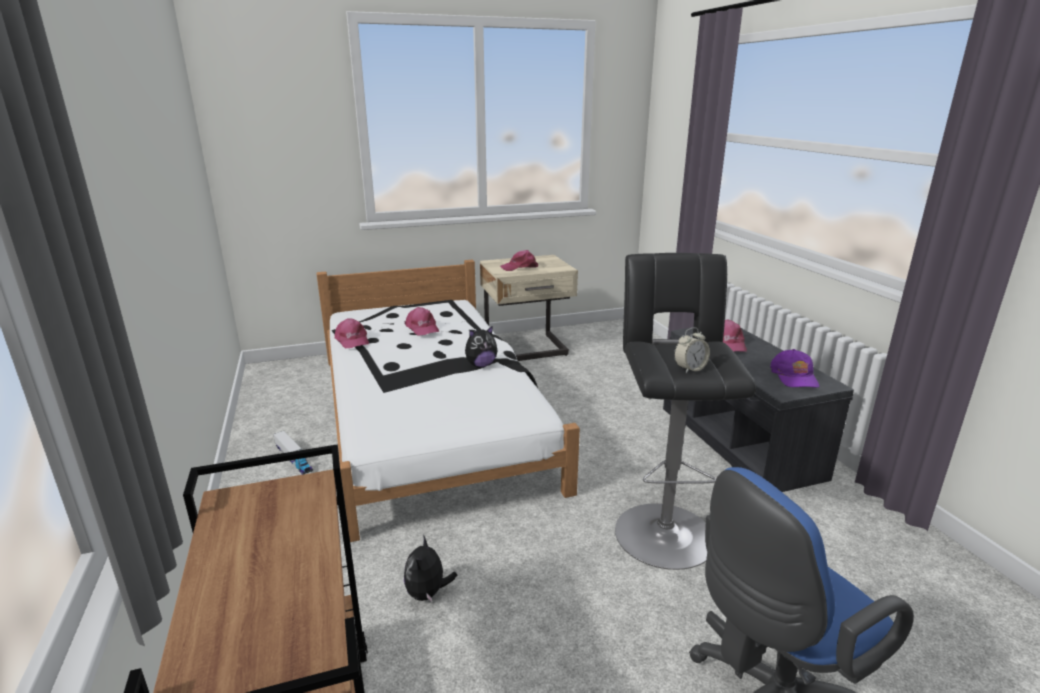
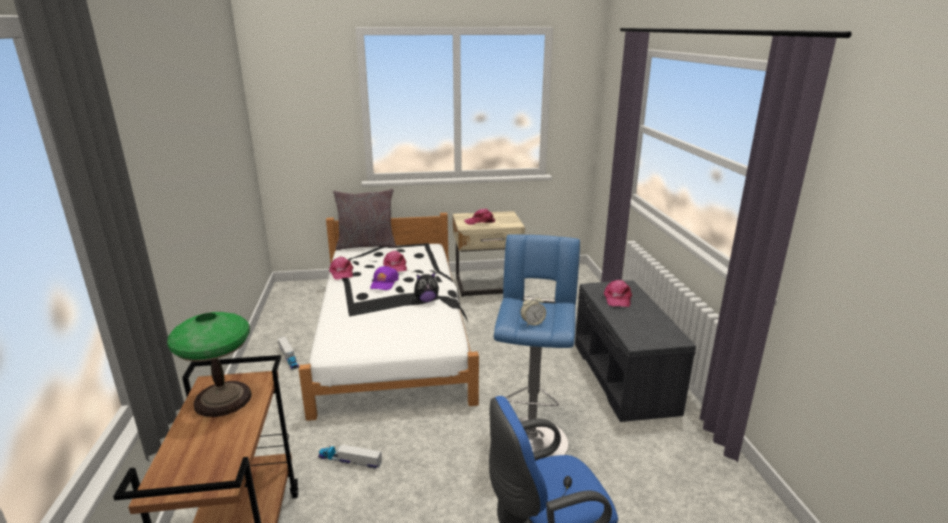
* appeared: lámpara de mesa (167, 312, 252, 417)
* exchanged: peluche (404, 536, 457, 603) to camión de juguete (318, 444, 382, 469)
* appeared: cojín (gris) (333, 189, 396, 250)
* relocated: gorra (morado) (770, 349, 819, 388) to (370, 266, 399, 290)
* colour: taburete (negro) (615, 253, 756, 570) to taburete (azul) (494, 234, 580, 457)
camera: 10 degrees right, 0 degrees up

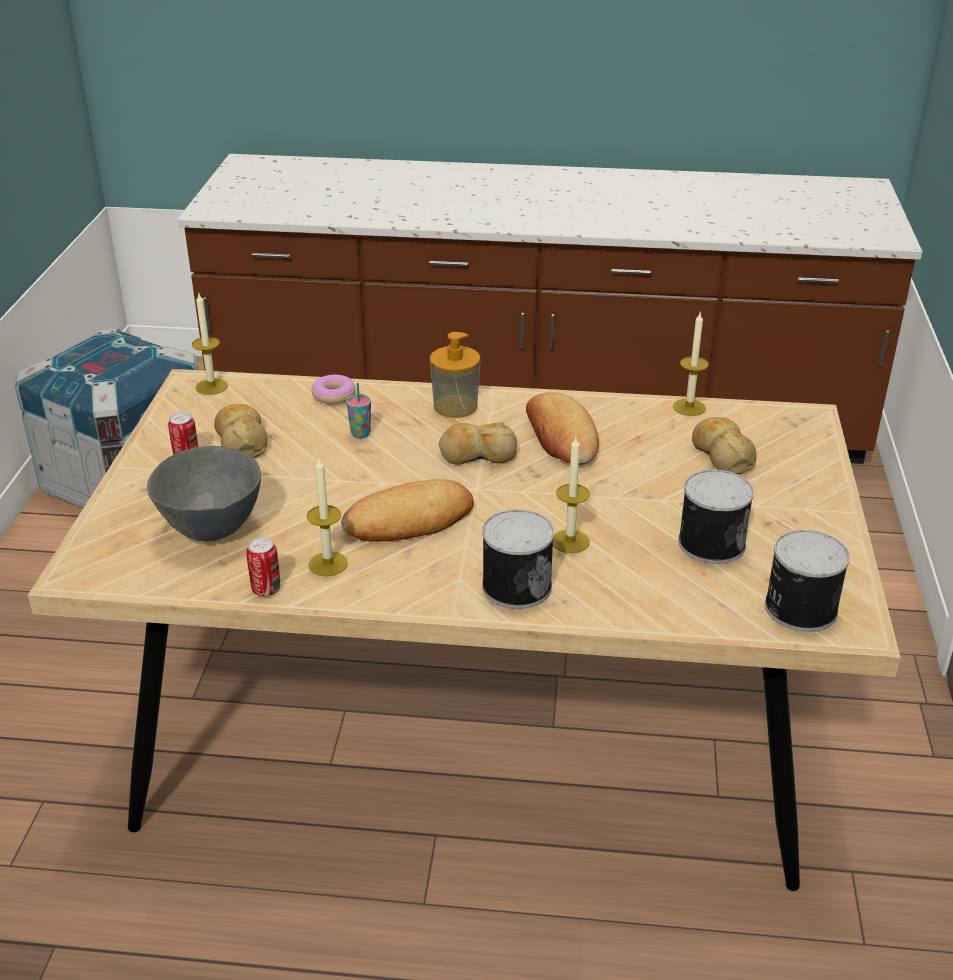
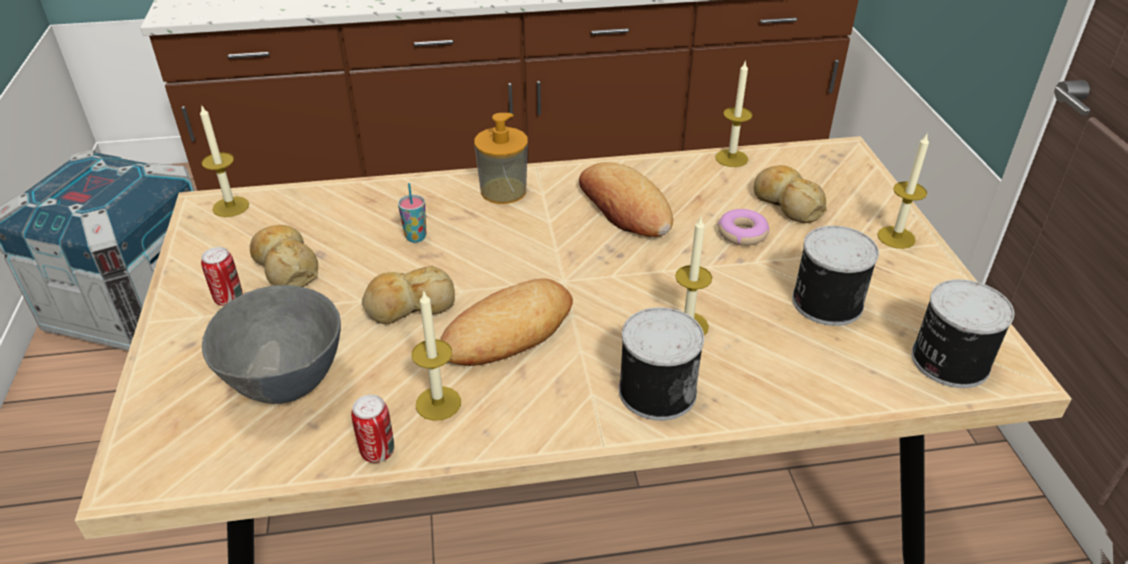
* relocated: pan (438, 422, 517, 465) to (362, 266, 455, 324)
* relocated: rosquilla (311, 374, 356, 404) to (718, 209, 769, 246)
* appeared: vela (877, 134, 929, 249)
camera: 15 degrees left, 5 degrees up

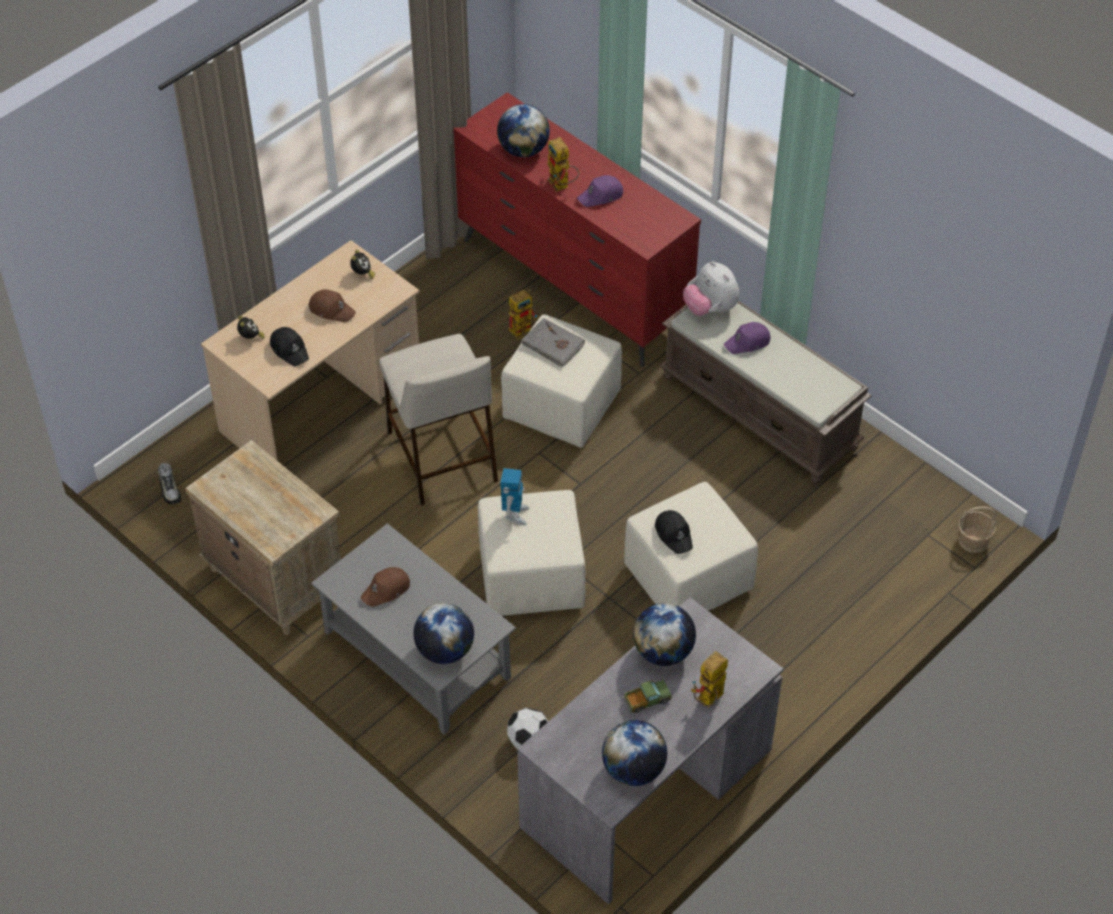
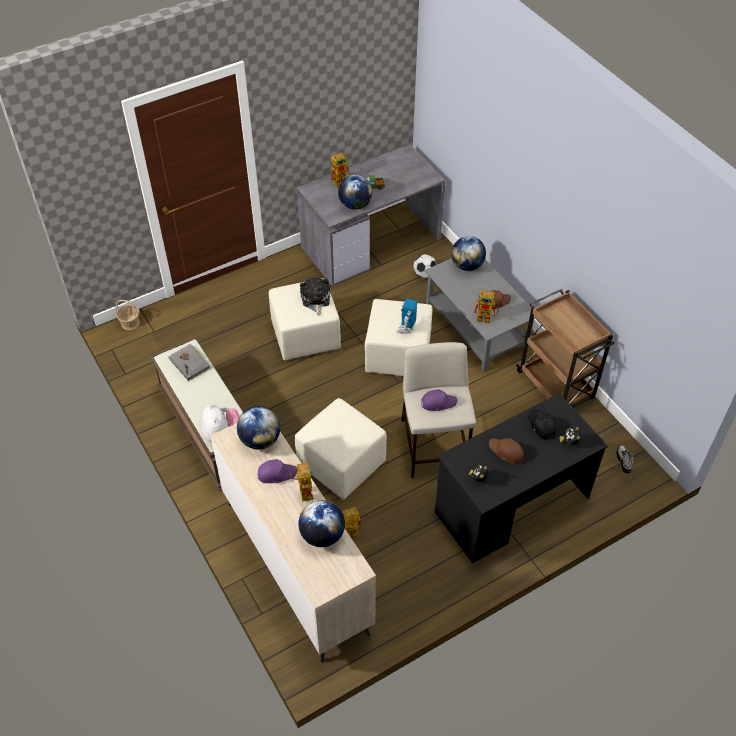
* relocated: libro (gris) (521, 318, 585, 367) to (169, 344, 210, 381)
* colour: cómoda (rojo) (453, 92, 701, 367) to cómoda (beis) (210, 423, 376, 663)
* relocated: globo terráqueo (602, 720, 667, 786) to (237, 406, 280, 450)
* exchanged: gorra (negro) (655, 510, 693, 554) to peluche (300, 278, 330, 315)
* relocated: gorra (morado) (724, 322, 770, 354) to (421, 389, 458, 411)
* colour: escritorio (beis) (201, 240, 420, 461) to escritorio (negro) (435, 393, 608, 563)
* appeared: robot de juguete (473, 290, 499, 323)
* exchanged: mesita de noche (beis) (185, 440, 341, 635) to carrito (marrón) (516, 289, 615, 407)
camera: 165 degrees left, 0 degrees up

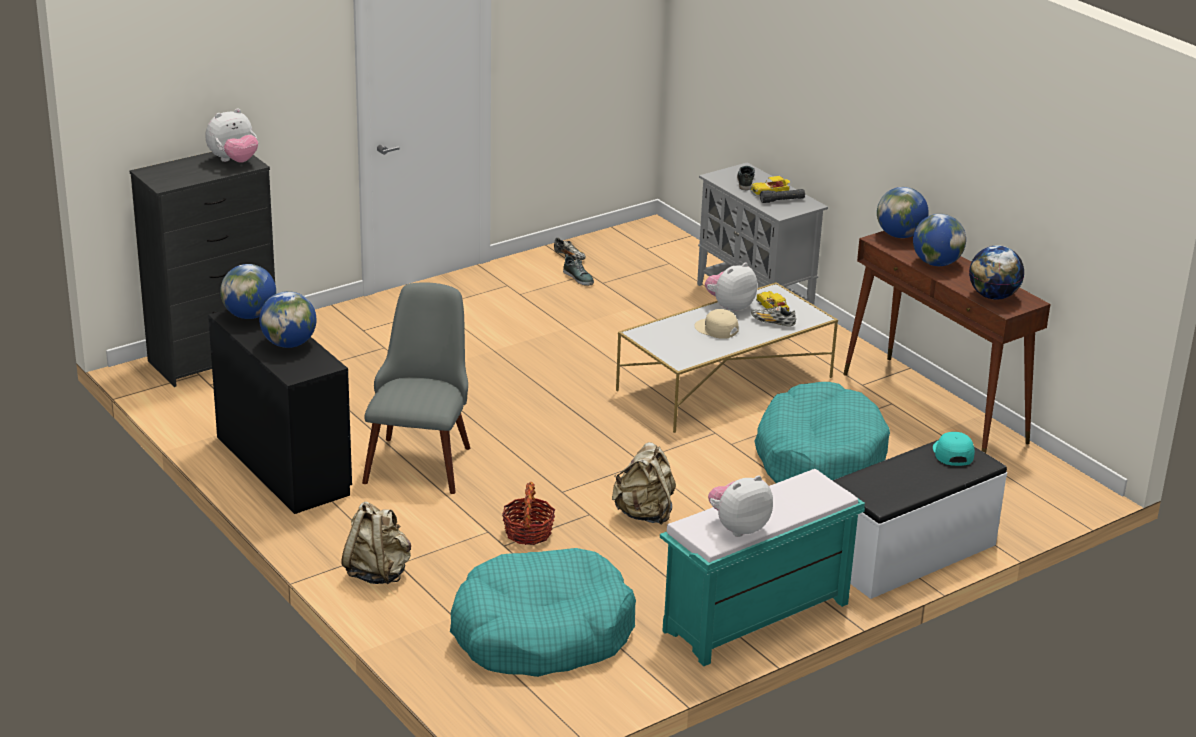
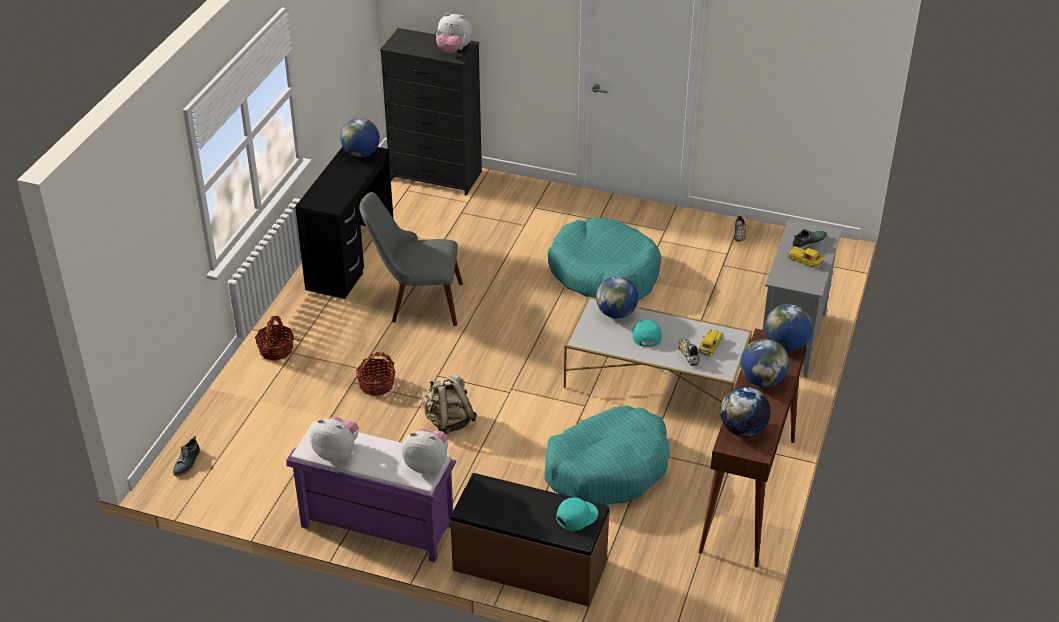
* relocated: zapato (563, 254, 594, 286) to (173, 436, 200, 477)
* exchanged: mochila (beis) (341, 501, 411, 584) to cesta (255, 316, 294, 361)
* colour: banco (turquesa) (660, 469, 865, 666) to banco (morado) (286, 421, 456, 562)
* spun: silla (gris) (362, 282, 470, 494) = (359, 192, 463, 326) 150 degrees counterclockwise
* relocated: peluche (705, 263, 757, 313) to (401, 428, 448, 474)
* colour: banco (blanco) (832, 440, 1007, 599) to banco (marrón) (450, 473, 610, 607)
* relocated: cama para perro (turquesa) (450, 548, 636, 677) to (548, 217, 661, 300)
* relocated: globo terráqueo (259, 291, 316, 348) to (596, 276, 638, 319)
* colour: gorra (beis) (694, 309, 739, 339) to gorra (turquesa) (632, 320, 662, 347)
* missing: linterna (negro) (760, 189, 805, 203)
camera: 55 degrees right, 10 degrees up

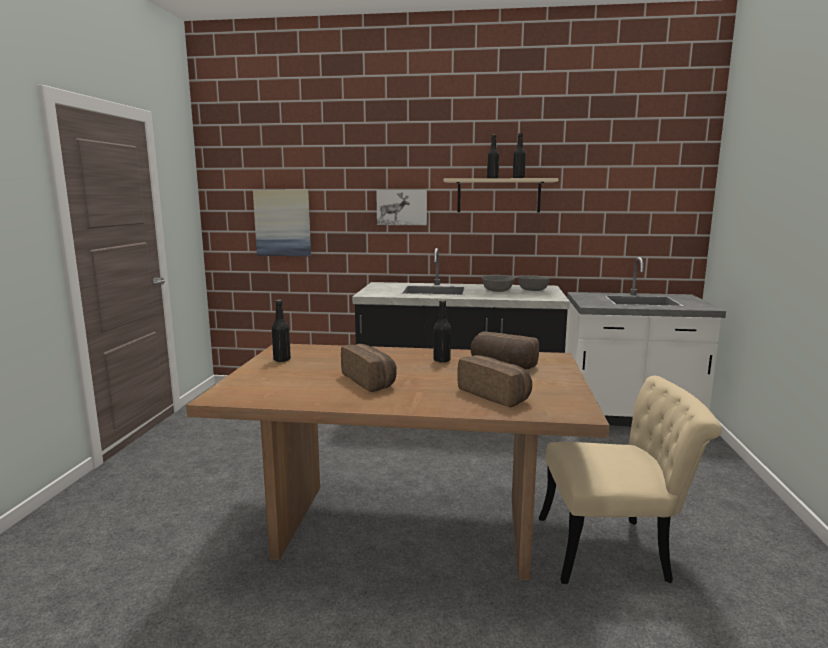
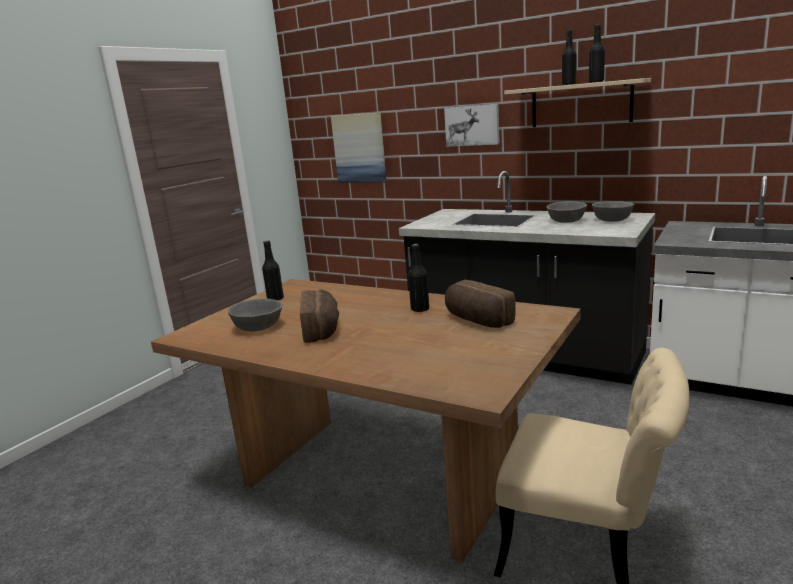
* appeared: cuenco (gris) (228, 299, 283, 332)
* missing: pan (457, 355, 532, 407)
camera: 25 degrees right, 5 degrees up

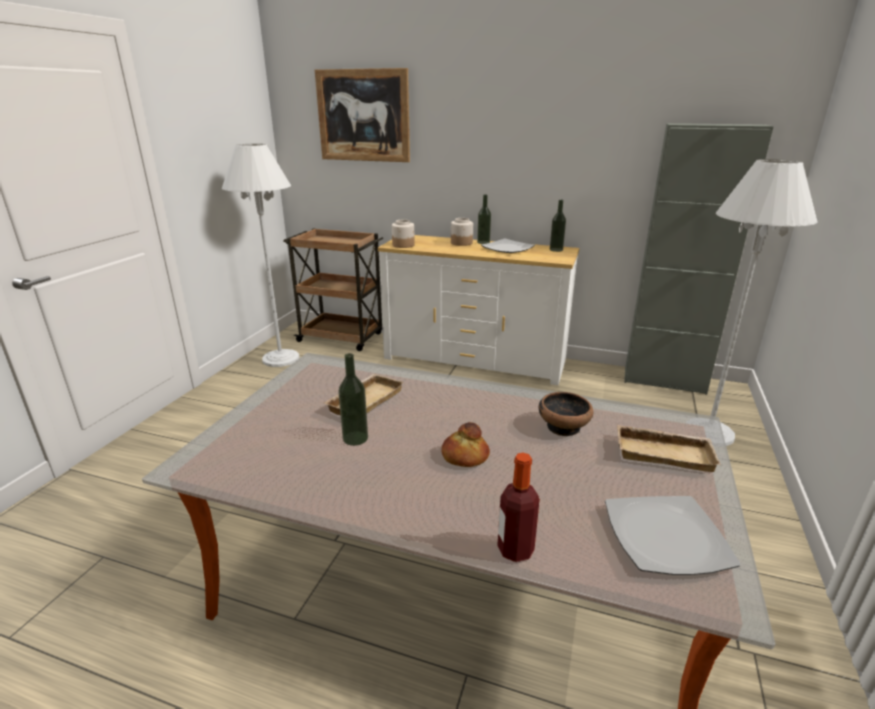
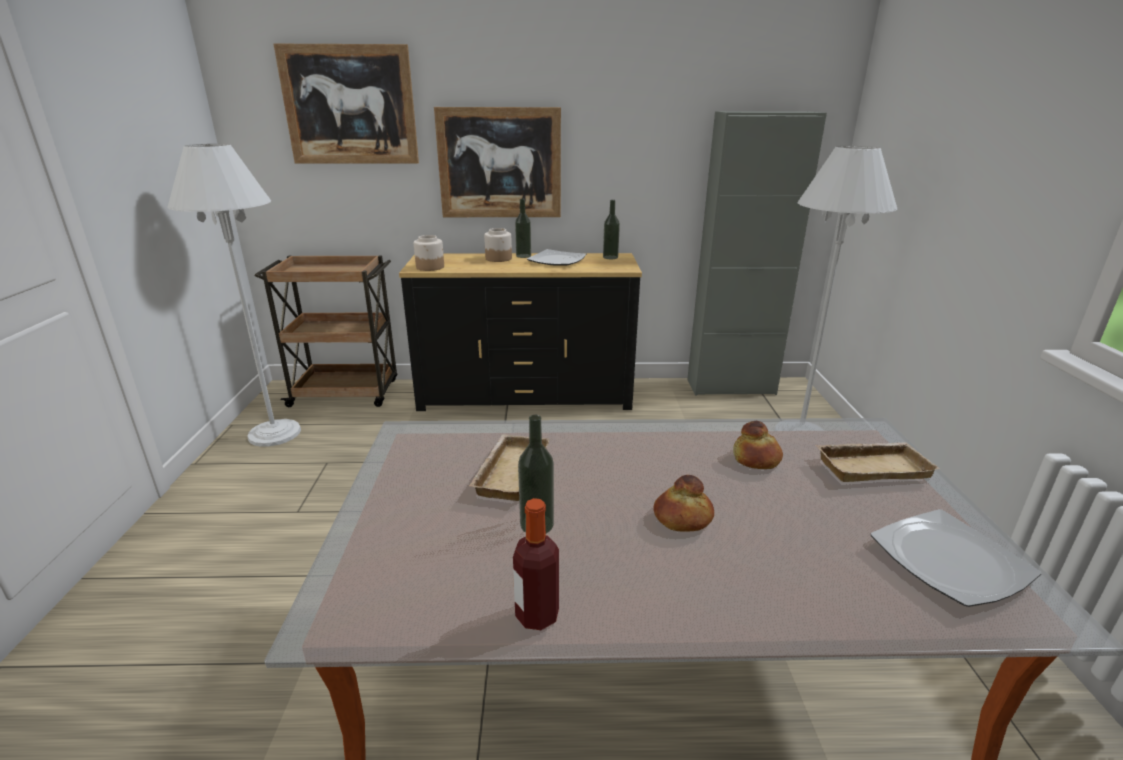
* colour: cómoda (blanco) (378, 235, 579, 385) to cómoda (negro) (399, 253, 642, 411)
* appeared: cuadro (434, 107, 561, 217)
* relocated: botella (497, 453, 540, 562) to (513, 498, 559, 630)
* exchanged: cuenco (539, 392, 593, 436) to pan (733, 421, 783, 469)
camera: 20 degrees left, 0 degrees up

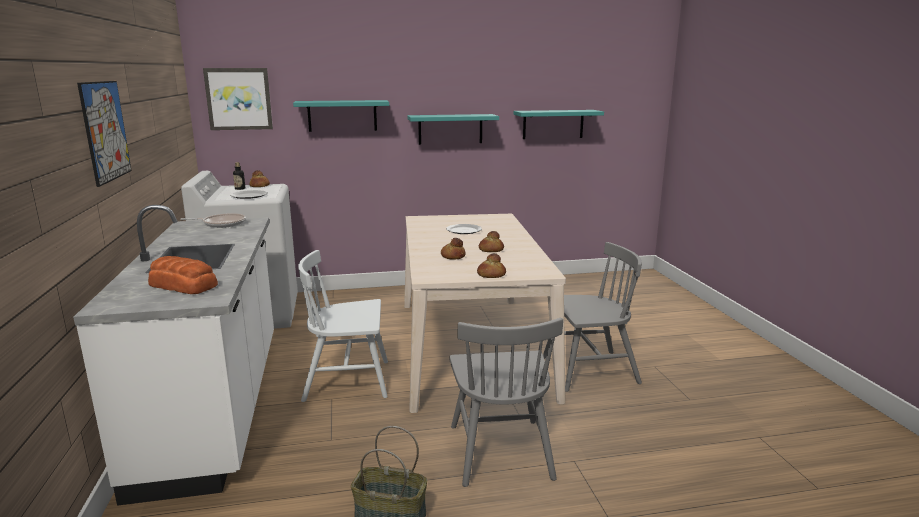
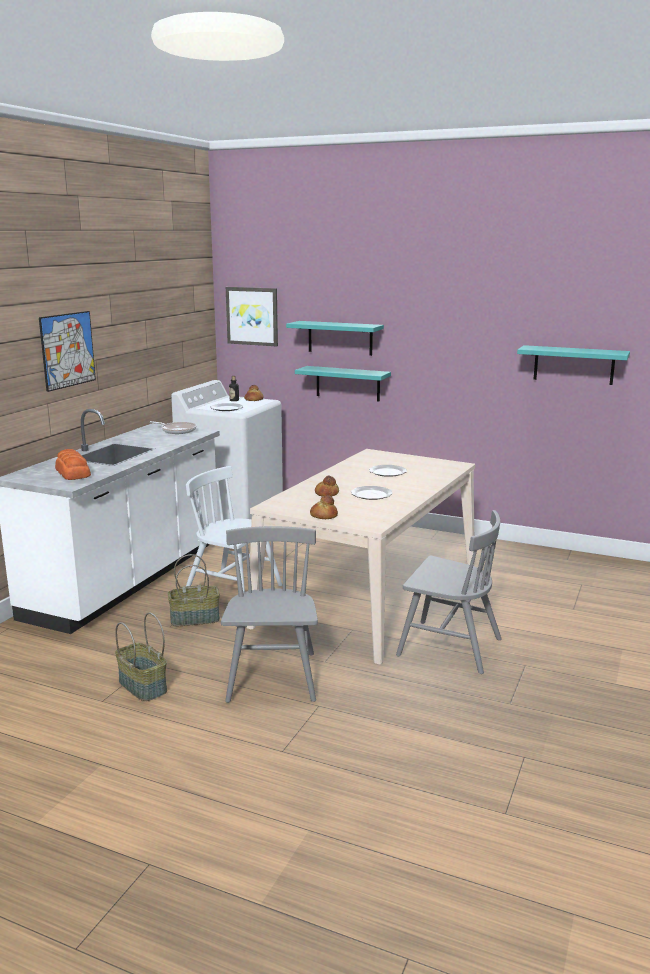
* appeared: cesta (168, 554, 220, 626)
* spun: silla (gris) (449, 318, 563, 487) = (221, 526, 318, 703) 150 degrees clockwise
* relocated: estante (turquesa) (407, 114, 499, 145) to (295, 366, 391, 401)
* exchanged: pan (479, 231, 504, 252) to plato (351, 486, 393, 500)
camera: 35 degrees right, 0 degrees up

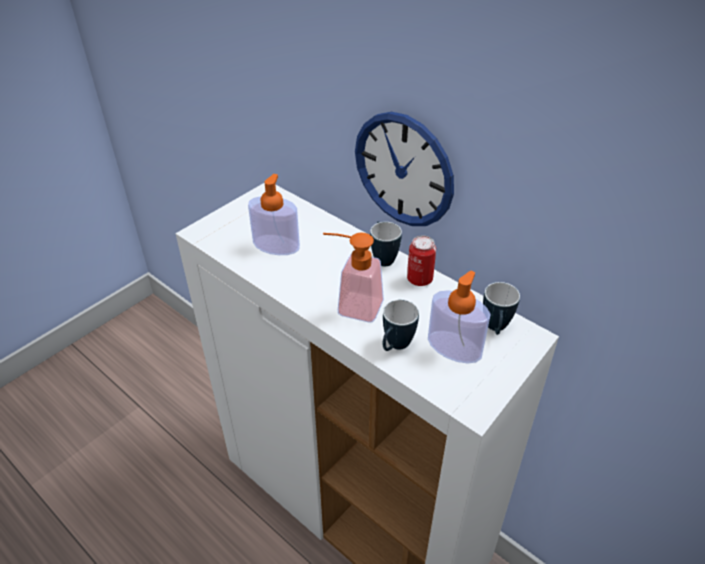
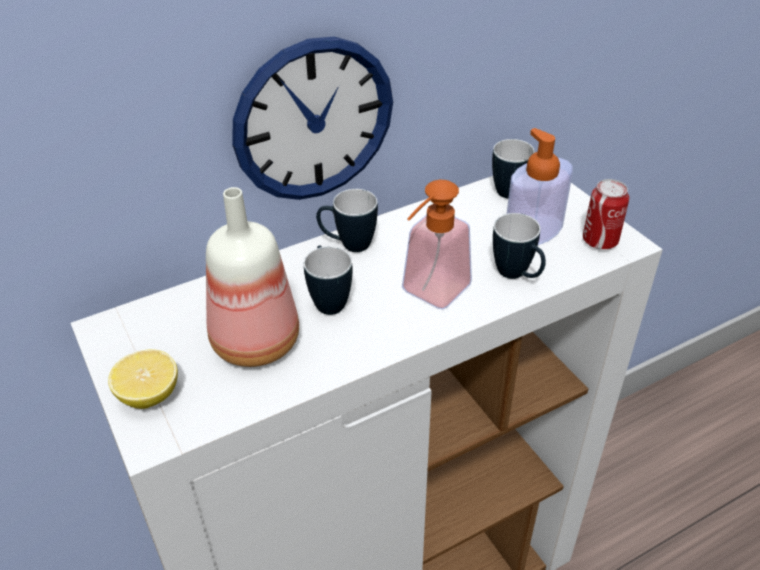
* appeared: limón (108, 349, 178, 409)
* exchanged: dispensador de jabón (248, 174, 300, 255) to botella (206, 187, 299, 367)
* appeared: taza grande (304, 245, 353, 315)
* relocated: lata (407, 235, 436, 286) to (583, 179, 629, 249)
camera: 70 degrees left, 0 degrees up

